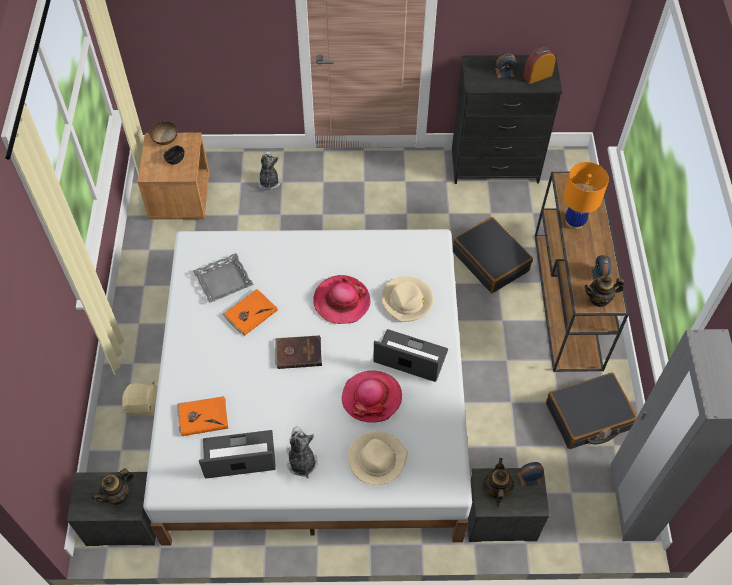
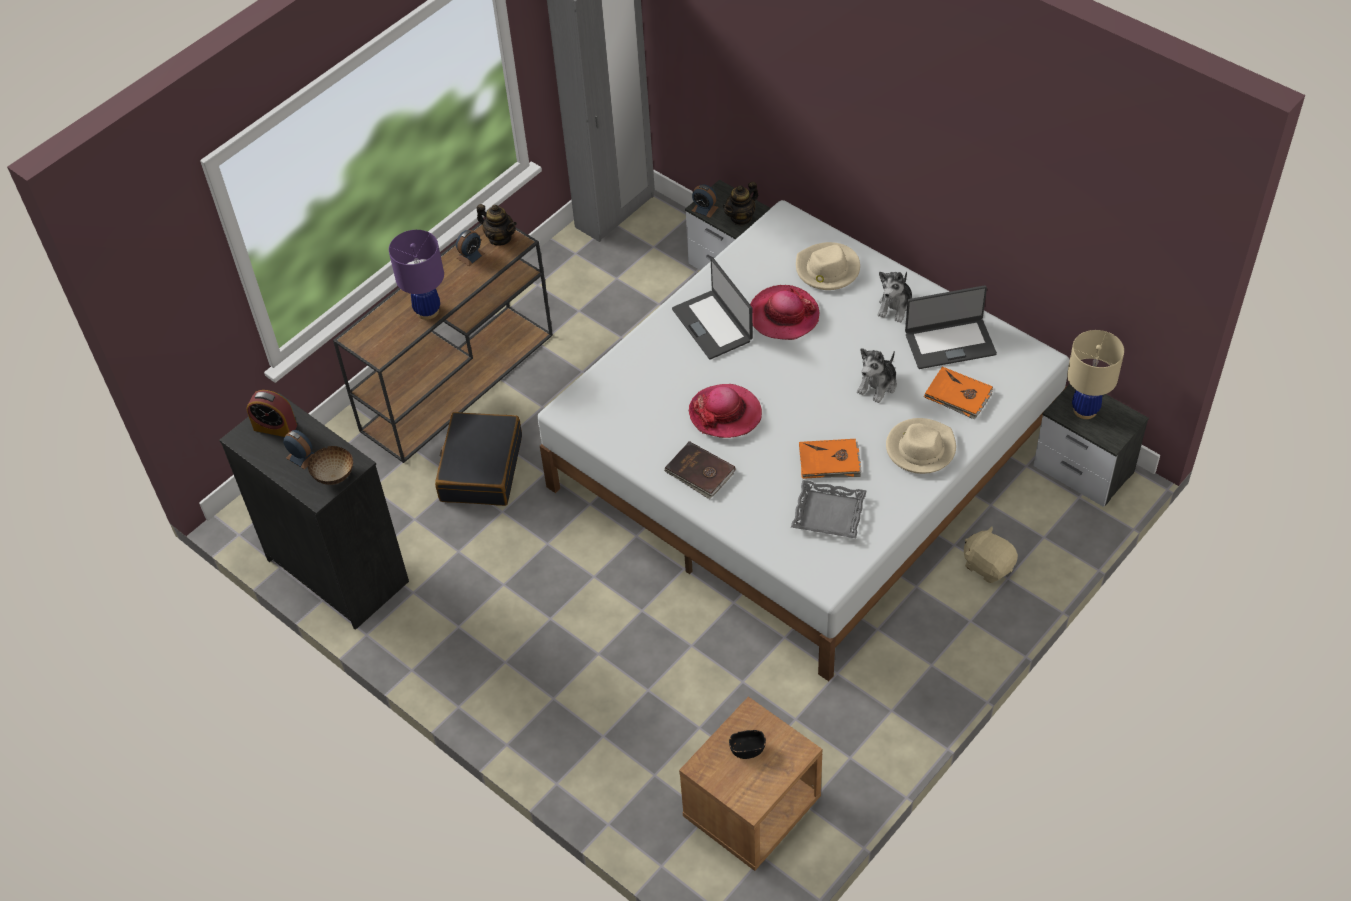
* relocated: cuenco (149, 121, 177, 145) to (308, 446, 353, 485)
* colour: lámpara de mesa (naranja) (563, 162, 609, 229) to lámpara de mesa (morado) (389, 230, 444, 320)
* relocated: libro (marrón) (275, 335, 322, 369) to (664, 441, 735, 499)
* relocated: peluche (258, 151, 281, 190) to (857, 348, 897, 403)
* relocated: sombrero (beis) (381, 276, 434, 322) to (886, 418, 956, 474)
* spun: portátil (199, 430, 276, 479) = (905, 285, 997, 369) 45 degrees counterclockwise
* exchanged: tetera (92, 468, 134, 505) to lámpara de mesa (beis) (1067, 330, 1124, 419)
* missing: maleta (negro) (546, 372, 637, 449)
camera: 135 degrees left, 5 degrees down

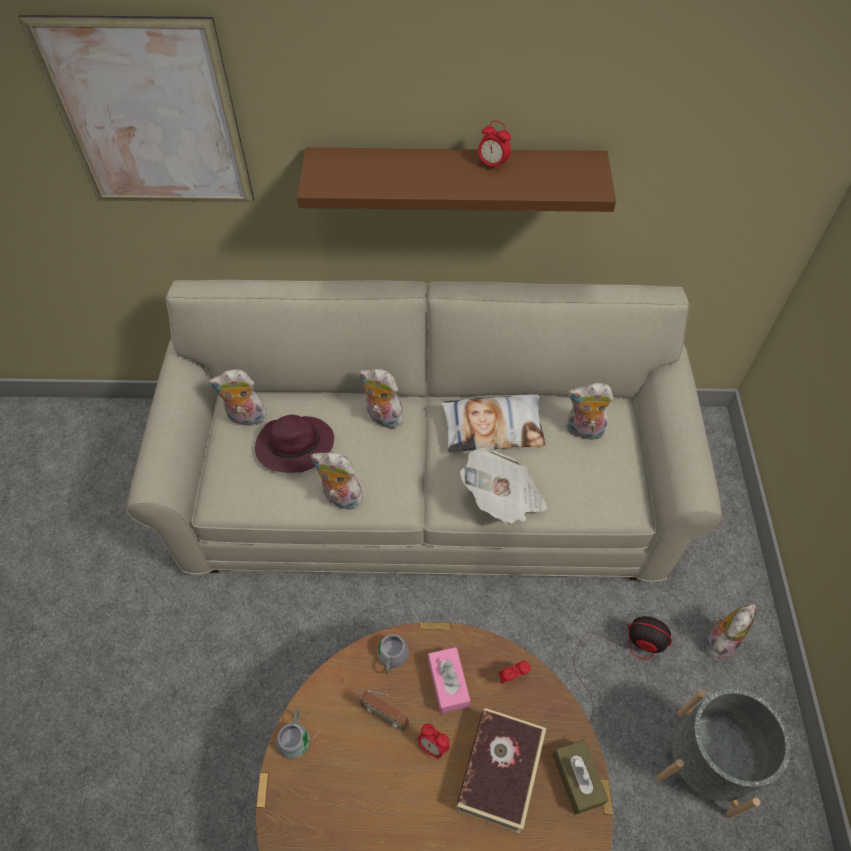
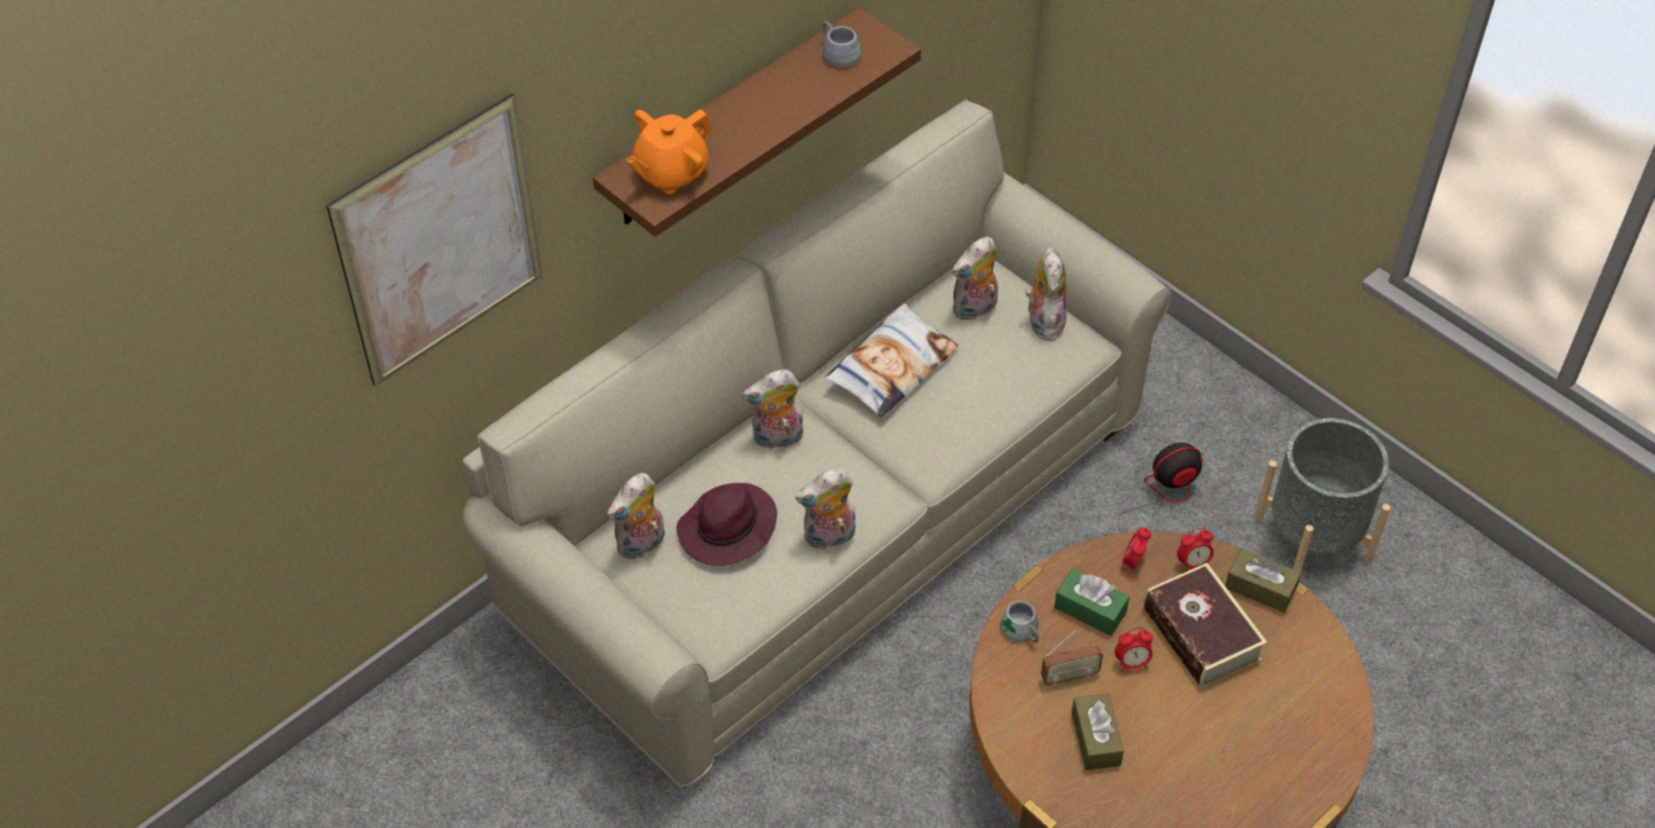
* appeared: tetera (naranja) (626, 109, 713, 194)
* relocated: taza grande (gris) (276, 710, 320, 759) to (823, 21, 861, 68)
* relocated: peluche (706, 604, 756, 660) to (1025, 247, 1067, 341)
* colour: caja de pañuelos (rosa) (428, 647, 470, 714) to caja de pañuelos (verde) (1054, 569, 1130, 636)
* appeared: caja de pañuelos (marrón) (1071, 693, 1124, 770)
* relocated: despertador (478, 121, 511, 172) to (1177, 528, 1214, 571)
* missing: periódico (460, 447, 547, 525)
camera: 45 degrees left, 5 degrees down

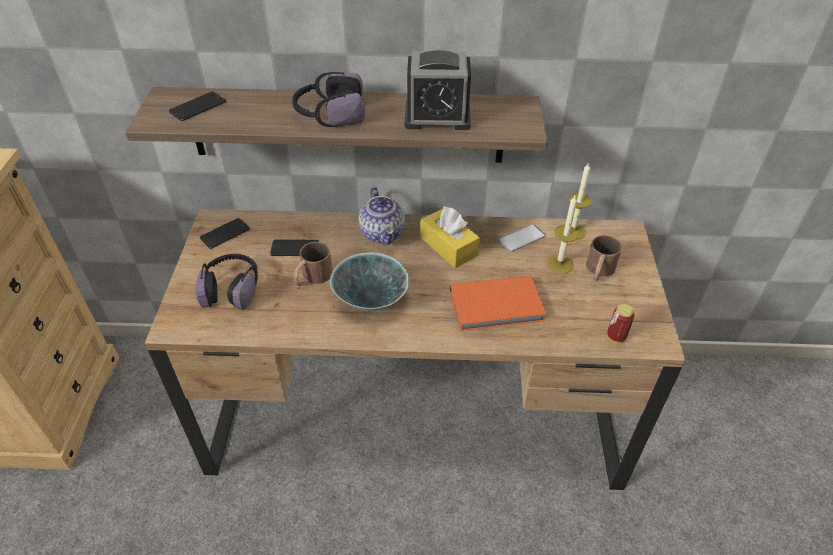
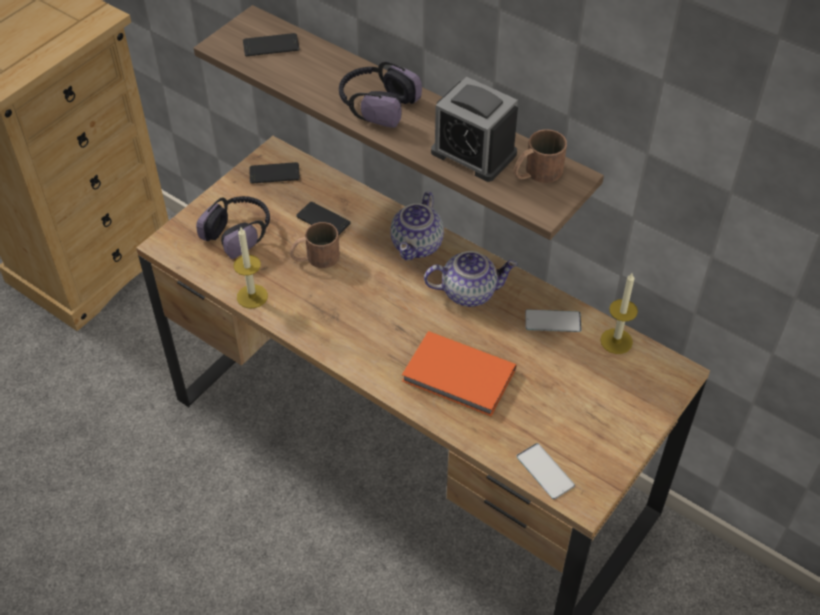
* relocated: vela (546, 196, 579, 274) to (234, 228, 268, 308)
* exchanged: caja de pañuelos (amarillo) (420, 207, 480, 268) to tetera (424, 251, 518, 307)
* relocated: taza grande (marrón) (586, 235, 622, 281) to (513, 129, 567, 183)
* exchanged: lata (607, 304, 635, 343) to móvil (517, 443, 575, 499)
* missing: cuenco (330, 252, 409, 311)
camera: 35 degrees right, 5 degrees up

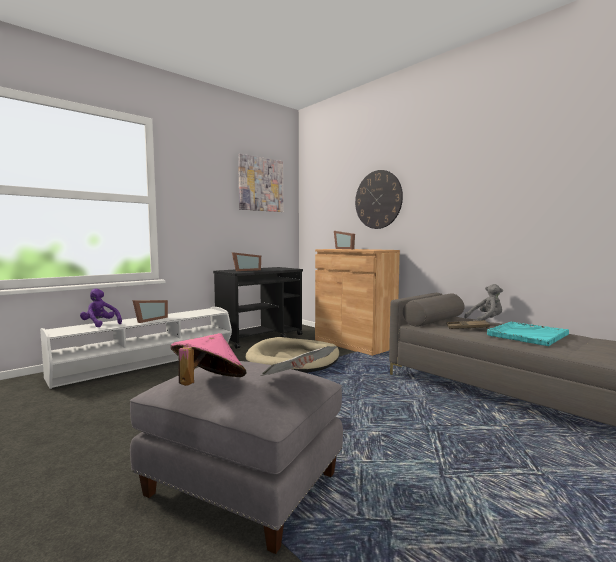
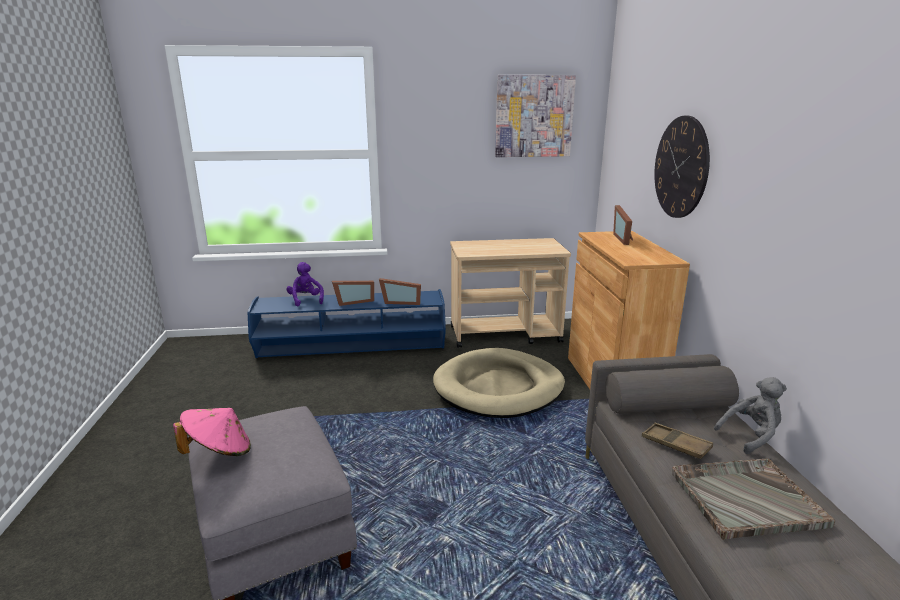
* colour: mueble de televisión (blanco) (40, 307, 232, 389) to mueble de televisión (azul) (248, 289, 446, 358)
* relocated: portarretratos (232, 252, 261, 271) to (379, 278, 421, 305)
* colour: carrito (negro) (213, 267, 303, 349) to carrito (beis) (450, 238, 571, 348)
* colour: bandeja (turquesa) (487, 322, 569, 346) to bandeja (gris) (672, 459, 835, 540)
* spun: peluche (gris) (464, 284, 503, 321) = (714, 377, 787, 454) 45 degrees counterclockwise
* missing: periódico (260, 346, 337, 376)
camera: 35 degrees right, 15 degrees up

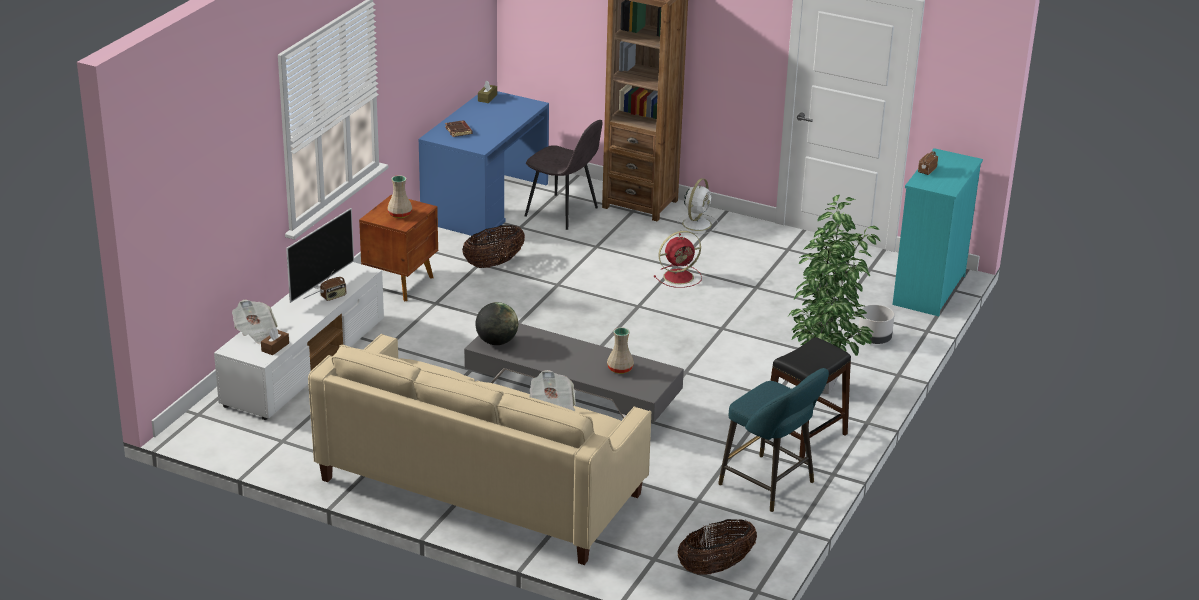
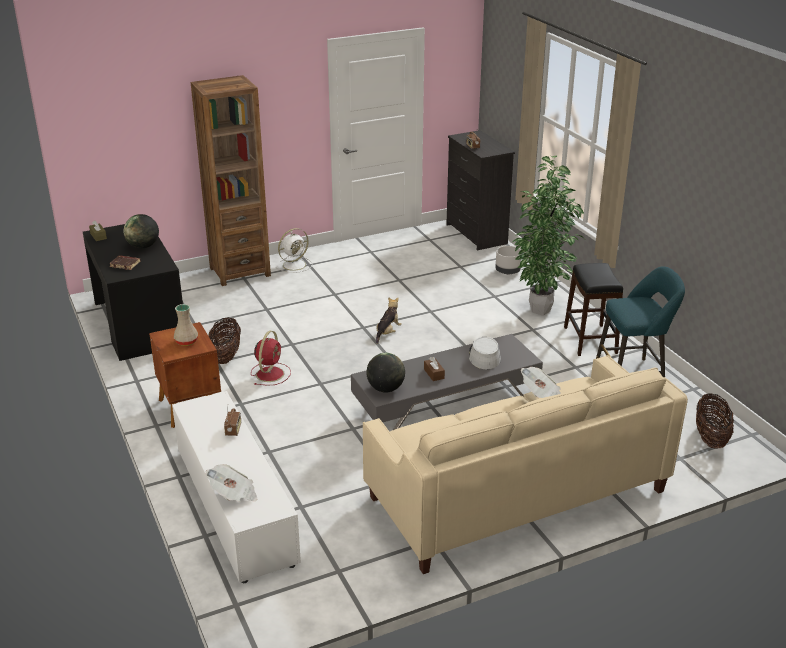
* colour: escritorio (azul) (419, 91, 549, 238) to escritorio (negro) (83, 224, 183, 361)
* appeared: globo terráqueo (123, 214, 159, 248)
* relocated: ventilador (rojo) (654, 231, 702, 288) to (251, 331, 291, 385)
* spun: ventilador (blanco) (677, 178, 719, 234) = (276, 228, 312, 273) 75 degrees clockwise
* appeared: peluche (376, 297, 402, 344)
* relocated: caja de pañuelos (marrón) (261, 327, 289, 355) to (424, 357, 445, 381)
* colour: cómoda (turquesa) (892, 148, 983, 316) to cómoda (negro) (446, 130, 515, 251)
* exchanged: florero (beis) (607, 327, 634, 374) to sombrero (gris) (469, 337, 501, 369)
* missing: televisor (286, 208, 354, 303)
* missing: silla (gris) (525, 120, 602, 230)
camera: 50 degrees left, 0 degrees up

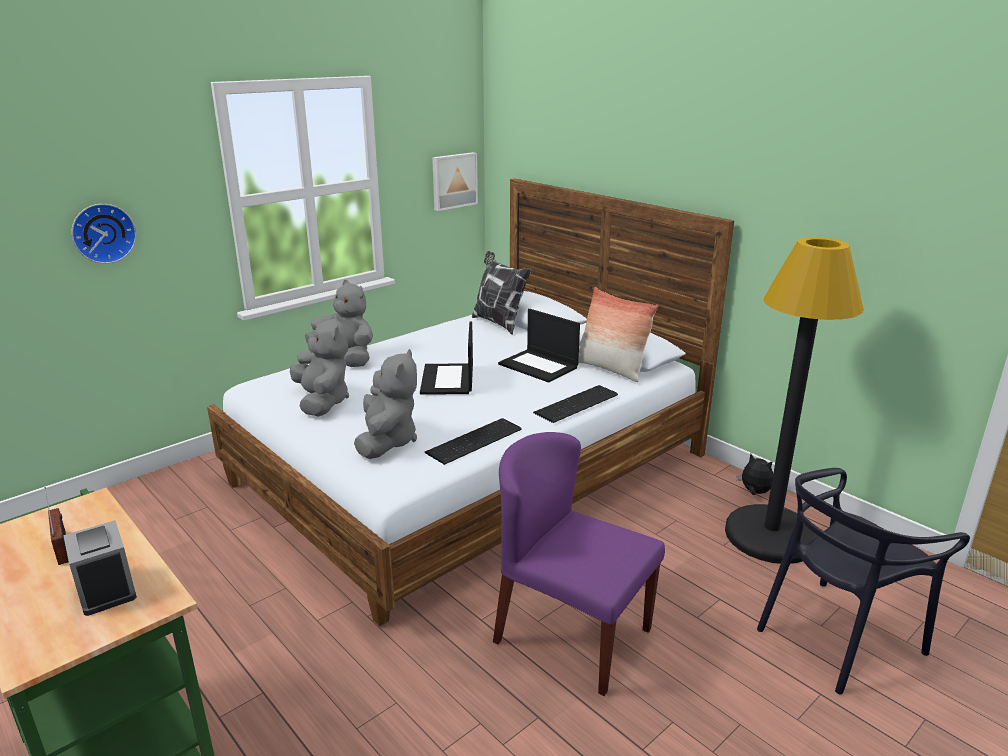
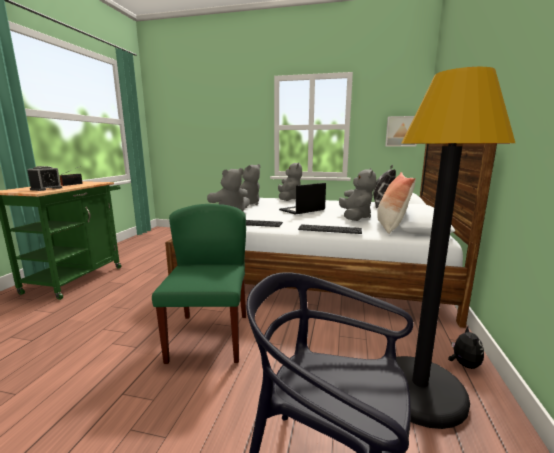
* colour: silla (morado) (493, 432, 665, 696) to silla (verde) (152, 204, 246, 364)
* exchanged: portátil (498, 309, 580, 383) to peluche (gris) (339, 168, 376, 221)
* missing: reloj de pared (71, 204, 137, 264)
camera: 55 degrees right, 10 degrees down

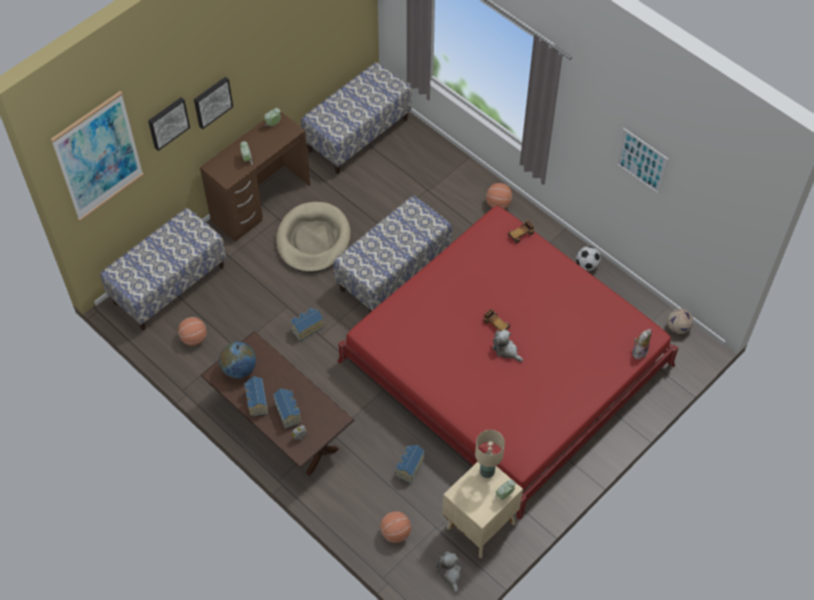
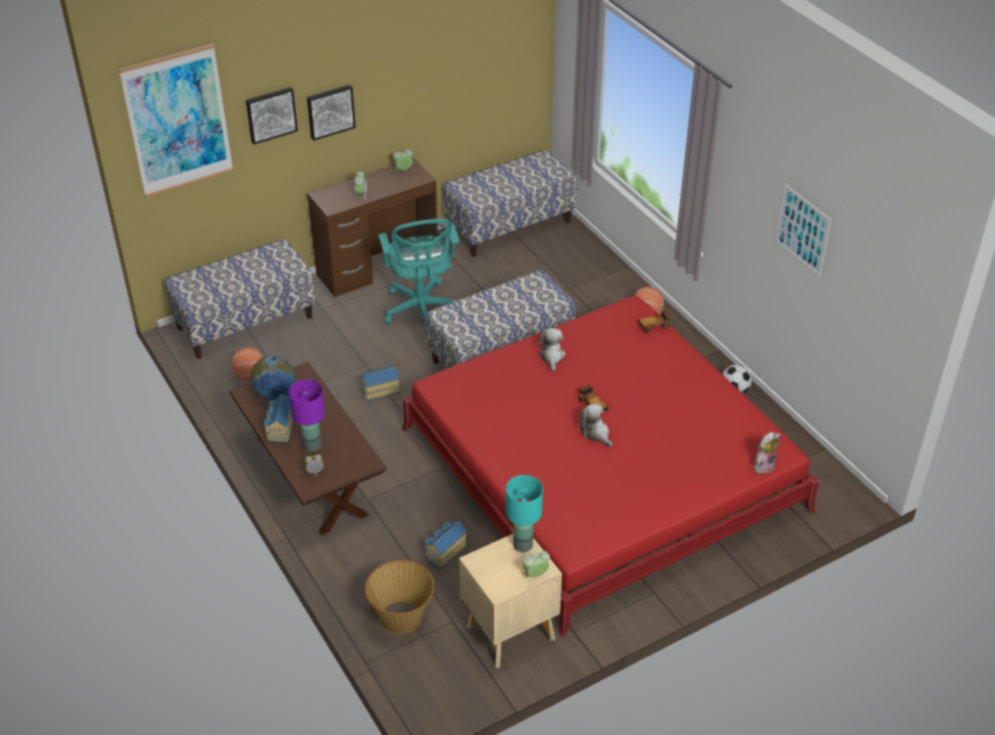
* exchanged: casita (273, 389, 302, 429) to lámpara de mesa (morado) (289, 380, 325, 452)
* exchanged: balón de baloncesto (380, 511, 411, 543) to cesta (365, 560, 434, 634)
* exchanged: cama para perro (beis) (276, 202, 351, 273) to silla de oficina (turquesa) (379, 219, 460, 335)
* colour: lámpara de mesa (beis) (475, 430, 505, 478) to lámpara de mesa (turquesa) (506, 475, 543, 552)
* relocated: peluche (436, 551, 461, 593) to (537, 328, 565, 371)
* missing: balón de fútbol (667, 308, 693, 334)
camera: 15 degrees right, 15 degrees down

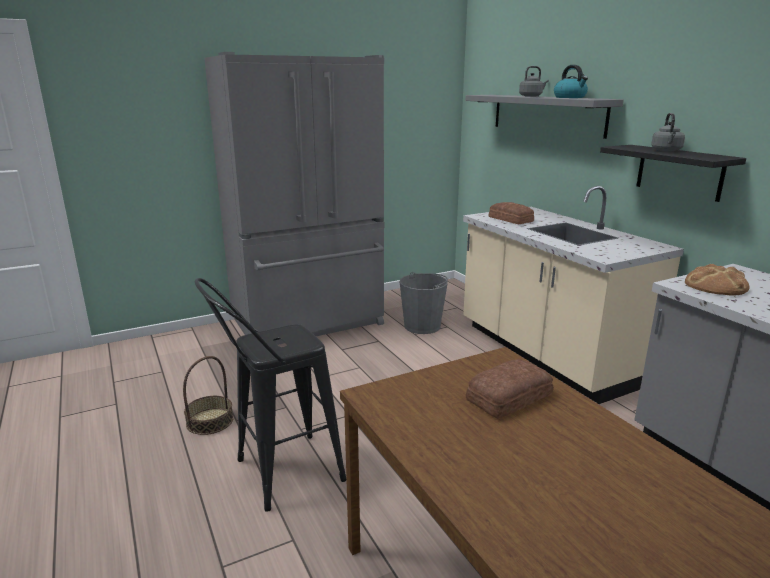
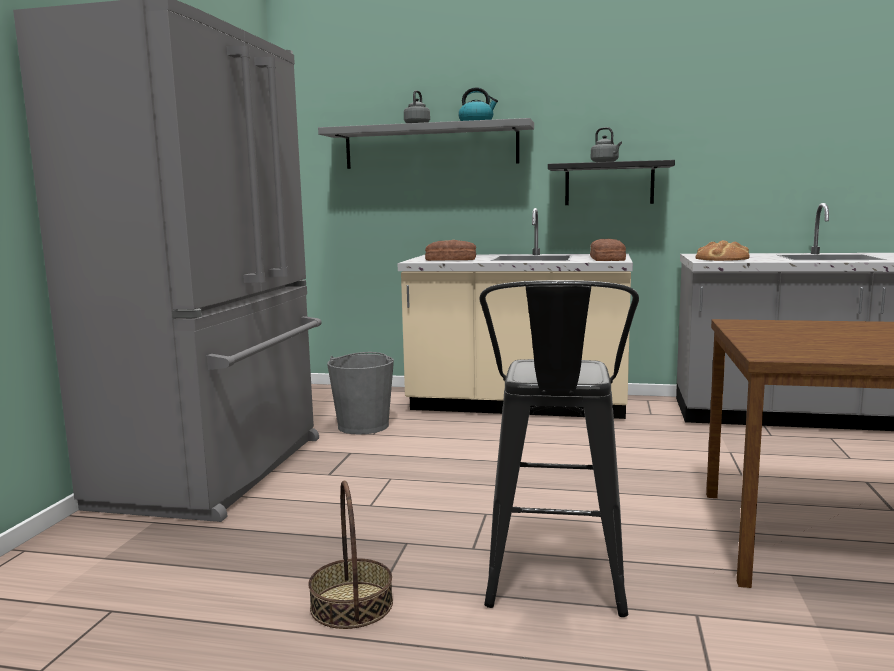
* relocated: pan (466, 359, 554, 419) to (590, 239, 626, 261)
camera: 50 degrees left, 10 degrees down

